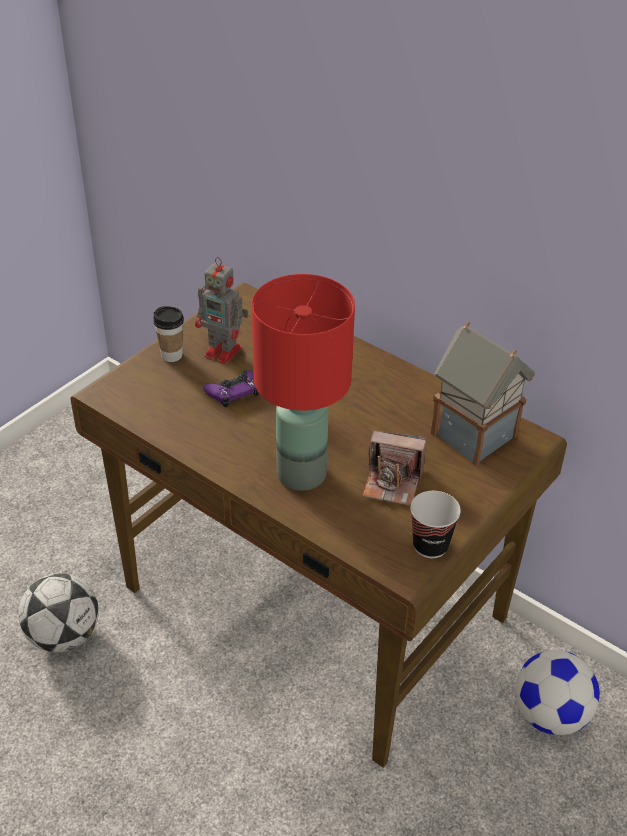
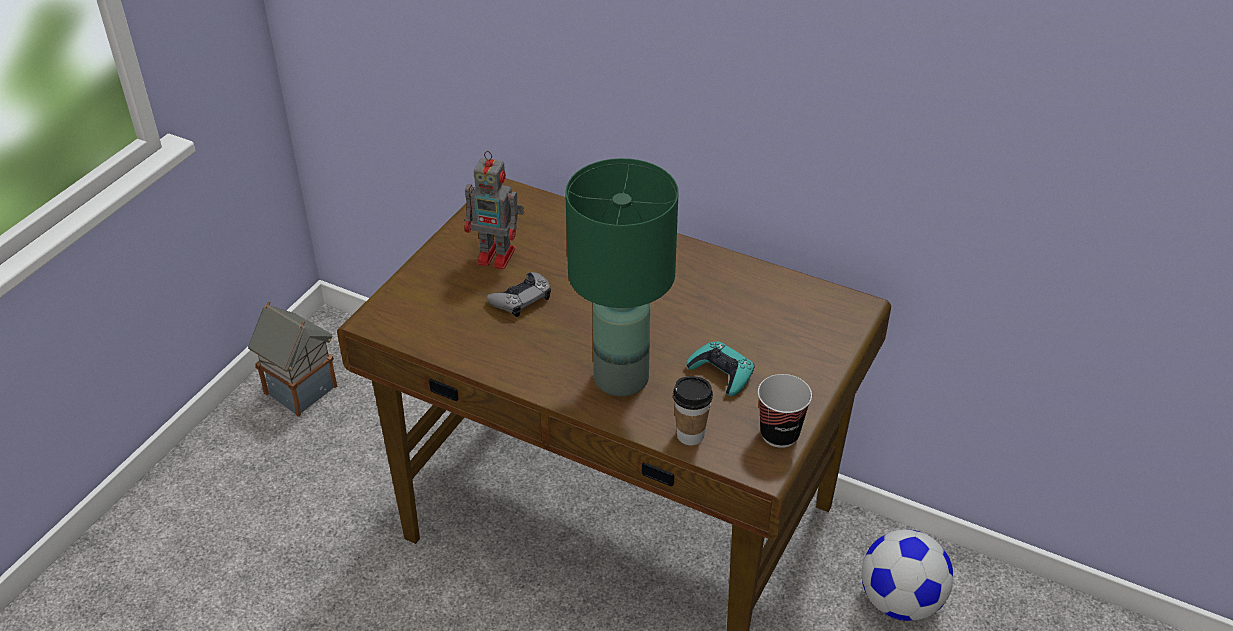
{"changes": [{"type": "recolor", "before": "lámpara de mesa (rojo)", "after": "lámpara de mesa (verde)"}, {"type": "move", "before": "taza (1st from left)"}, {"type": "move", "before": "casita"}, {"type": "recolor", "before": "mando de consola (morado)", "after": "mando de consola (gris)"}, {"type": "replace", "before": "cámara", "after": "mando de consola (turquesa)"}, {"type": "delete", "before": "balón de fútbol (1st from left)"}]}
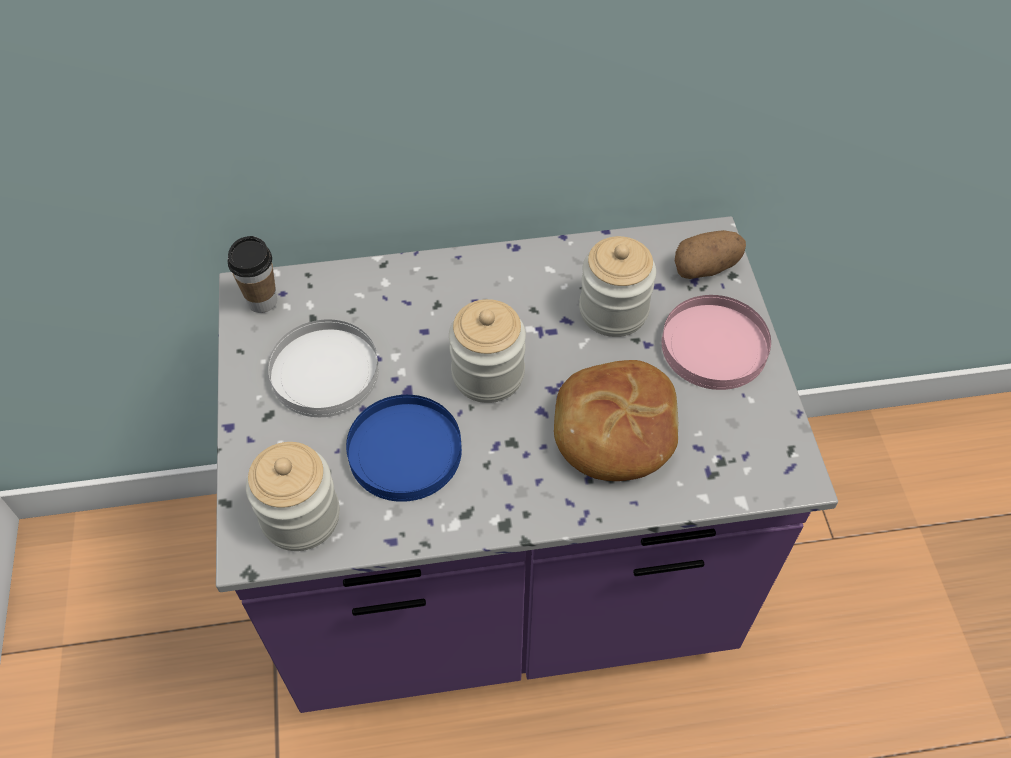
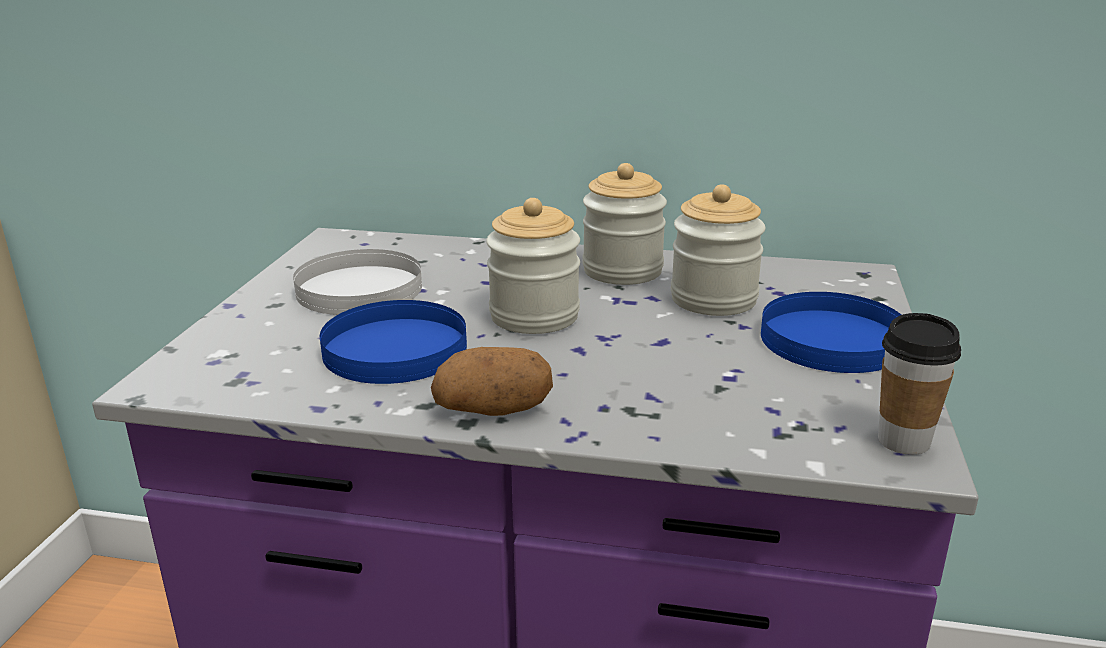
{"changes": [{"type": "move", "before": "patata"}, {"type": "move", "before": "taza"}, {"type": "recolor", "before": "plato (rosa)", "after": "plato (azul) (2nd from left)"}, {"type": "delete", "before": "pan"}, {"type": "move", "before": "tarro (1st from left in the first image)", "after": "tarro (2nd from left)"}]}
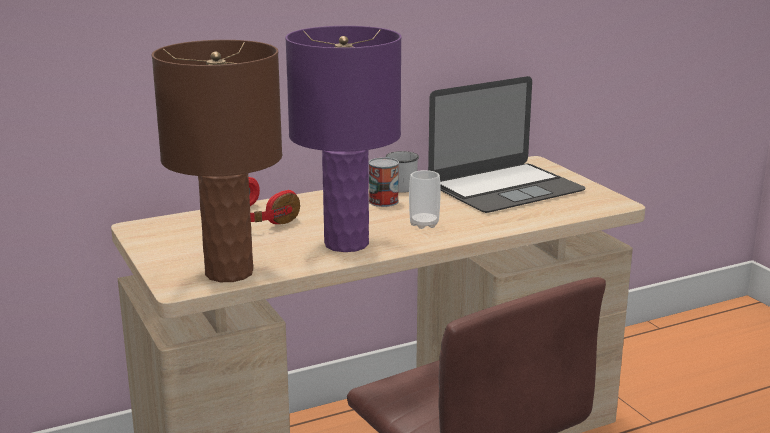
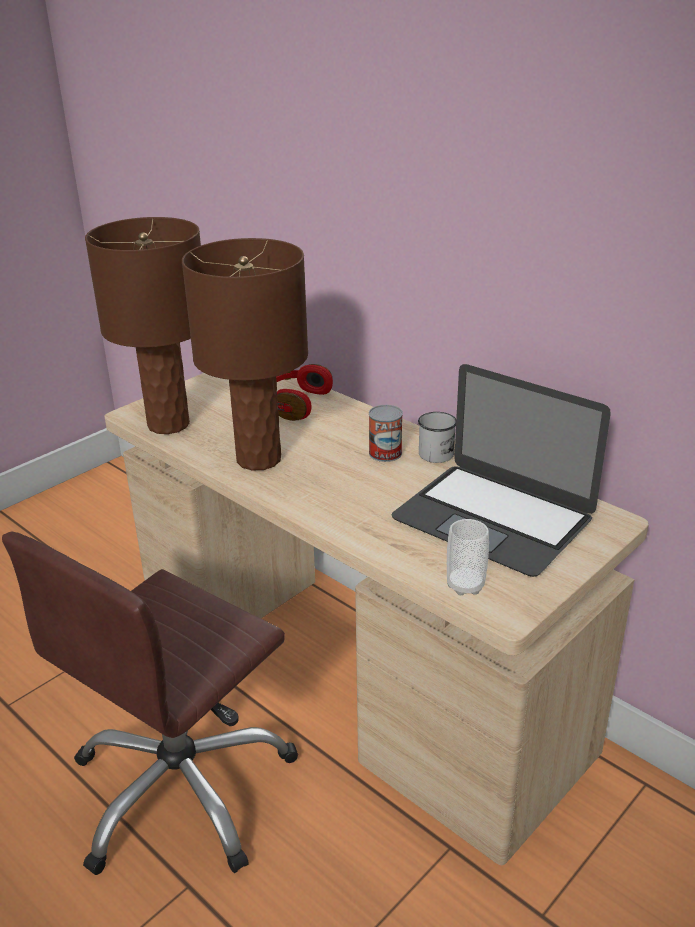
{"changes": [{"type": "recolor", "before": "lámpara de mesa (morado)", "after": "lámpara de mesa (marrón) (2nd from left)"}, {"type": "move", "before": "taza"}]}
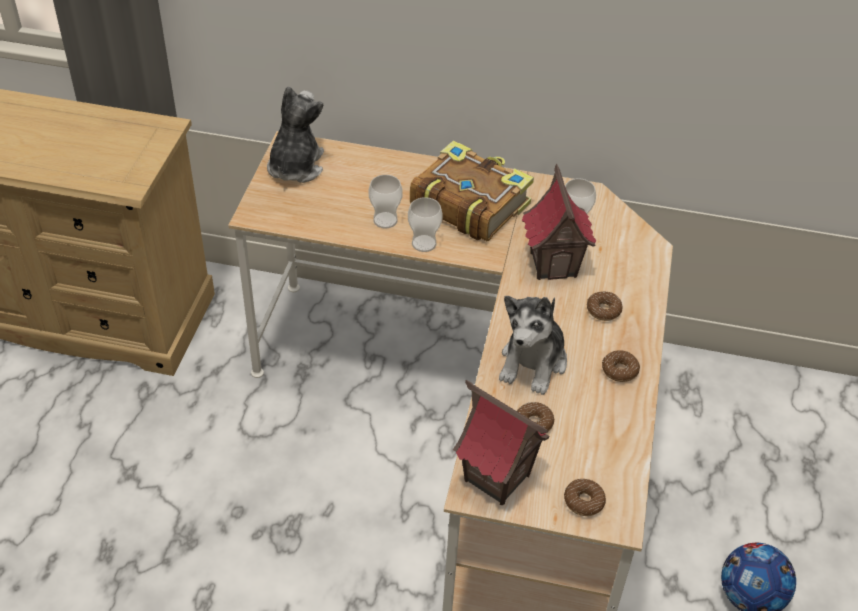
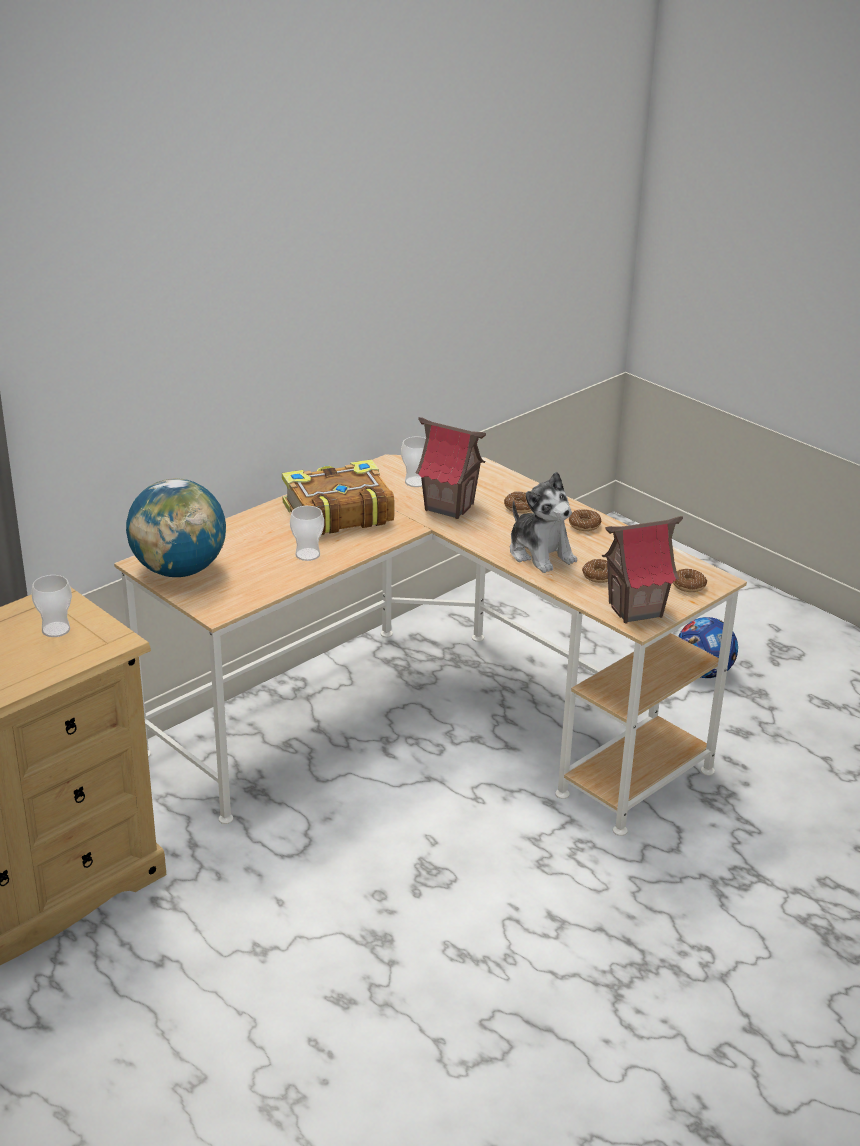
{"changes": [{"type": "replace", "before": "peluche (1st from left)", "after": "globo terráqueo"}, {"type": "move", "before": "taza (2nd from left in the first image)", "after": "taza (1st from left)"}]}
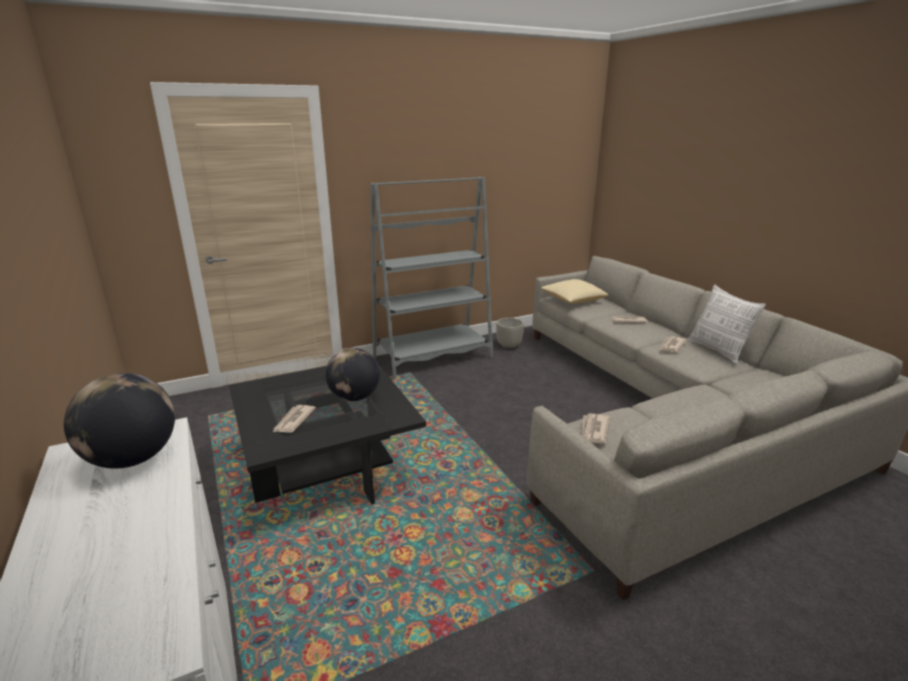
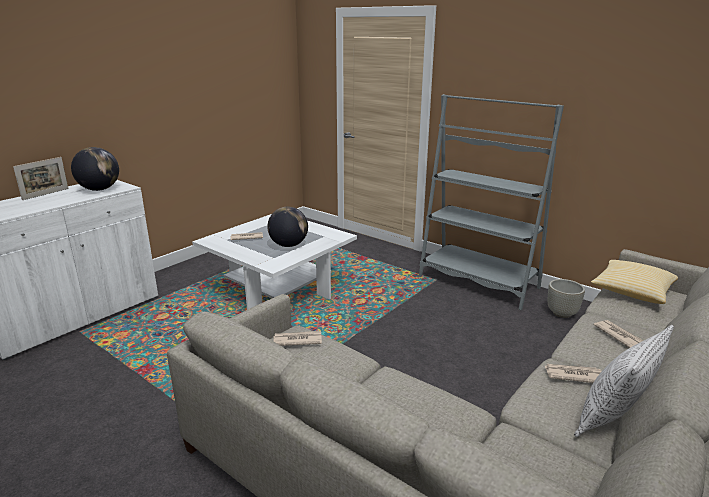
{"changes": [{"type": "recolor", "before": "mesa de centro (negro)", "after": "mesa de centro (blanco)"}, {"type": "insert", "after": "portarretratos"}]}
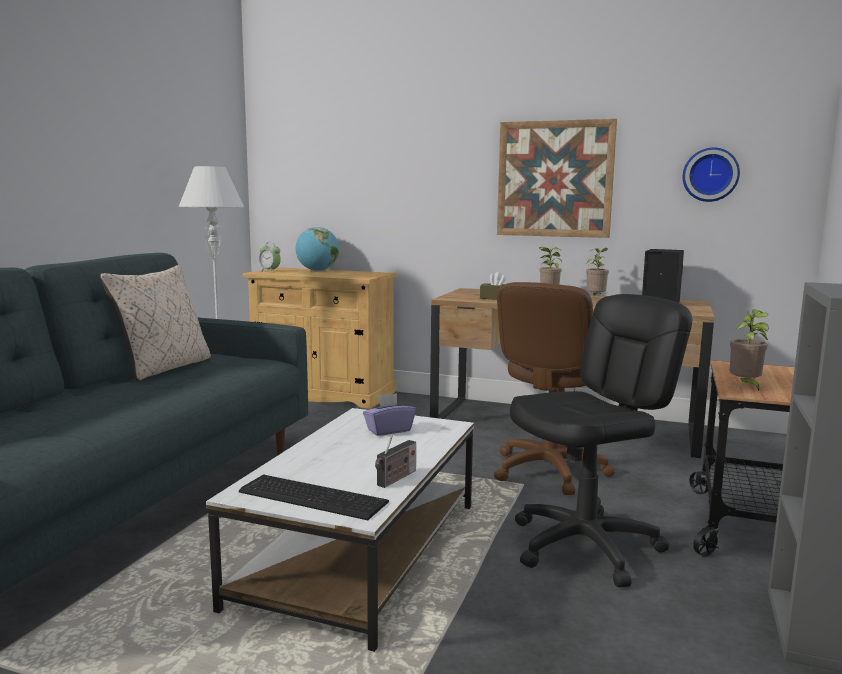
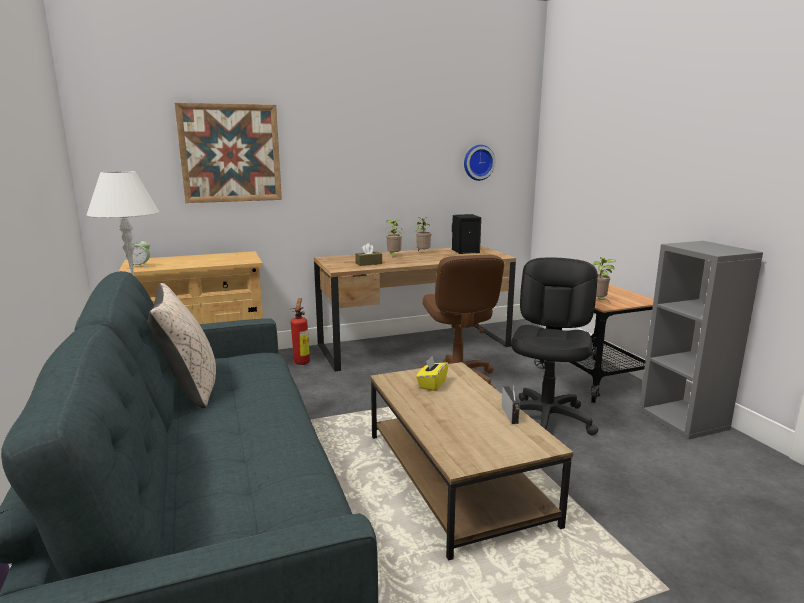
{"changes": [{"type": "move", "before": "cuadro"}, {"type": "delete", "before": "globo terráqueo"}, {"type": "recolor", "before": "caja de pañuelos (morado)", "after": "caja de pañuelos (amarillo)"}, {"type": "recolor", "before": "mesa de centro (blanco)", "after": "mesa de centro (marrón)"}, {"type": "delete", "before": "teclado"}, {"type": "insert", "after": "extintor"}]}
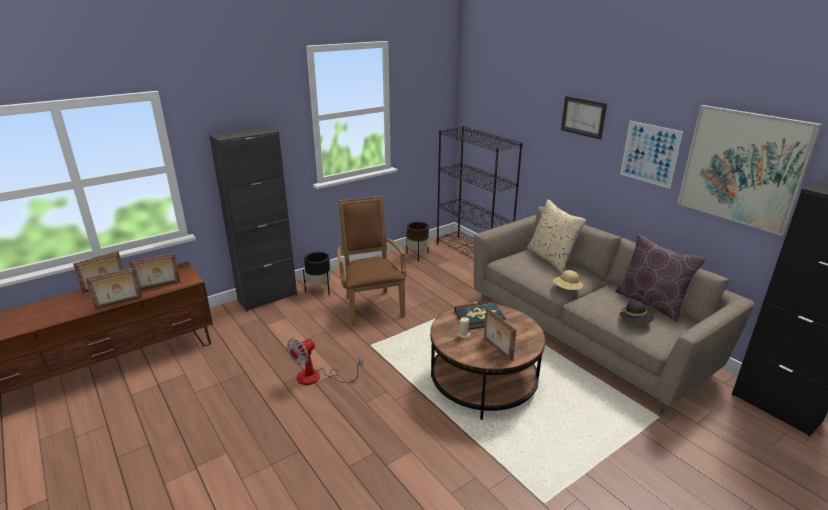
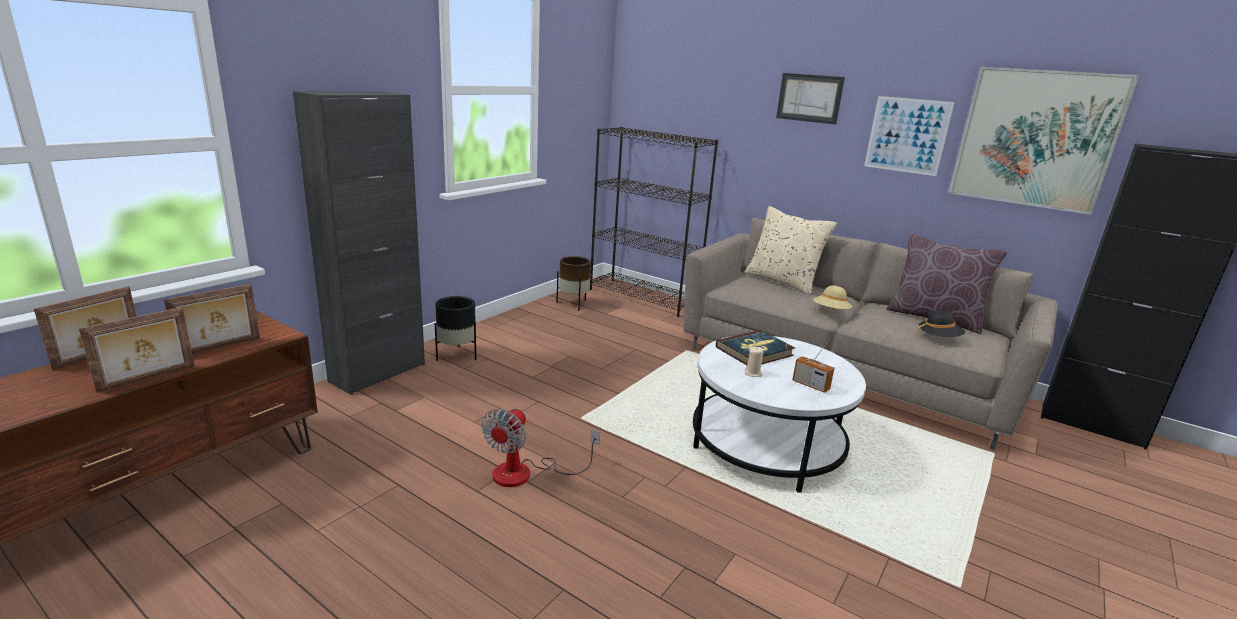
{"changes": [{"type": "delete", "before": "sillón (marrón)"}, {"type": "recolor", "before": "mesa de centro (marrón)", "after": "mesa de centro (blanco)"}, {"type": "replace", "before": "portarretratos (4th from left)", "after": "radio"}]}
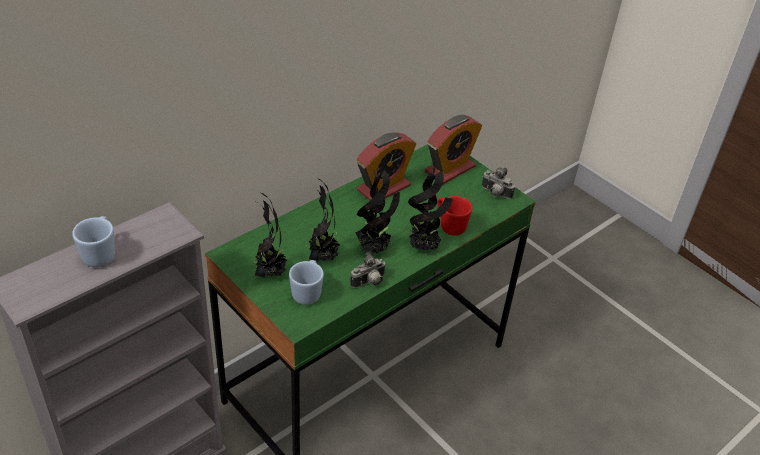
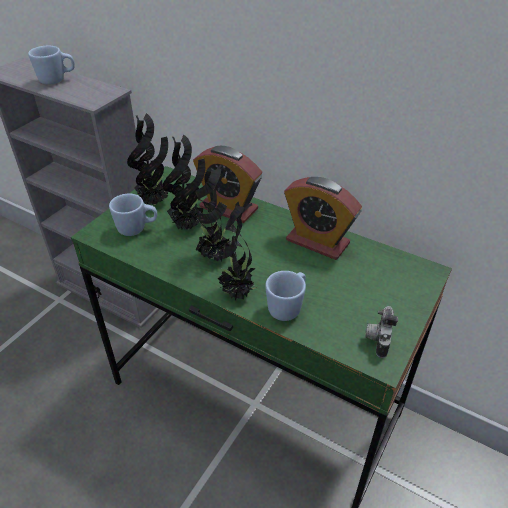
{"changes": [{"type": "move", "before": "despertador (2nd from left in the first image)", "after": "despertador (1st from left)"}, {"type": "recolor", "before": "taza grande (rojo)", "after": "taza grande (azul) (3rd from left)"}, {"type": "delete", "before": "cámara (1st from left)"}]}
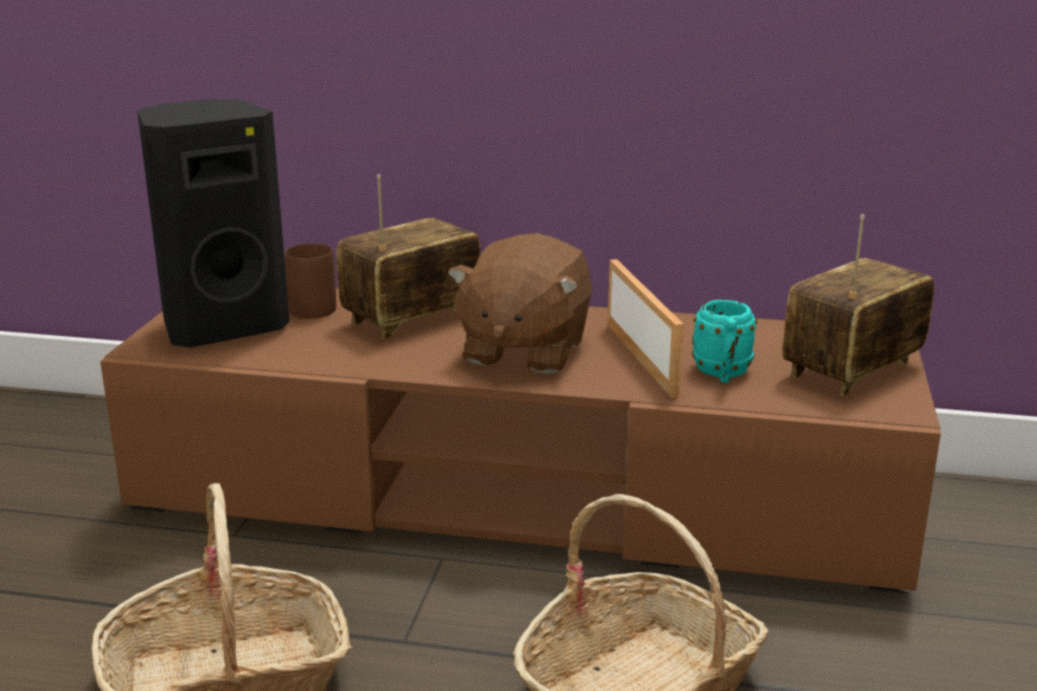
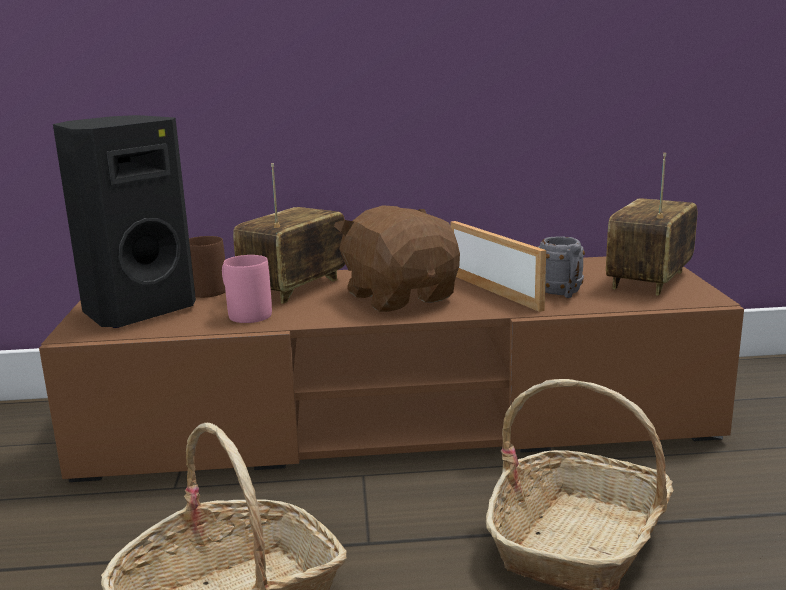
{"changes": [{"type": "rotate", "before": "peluche (marrón)", "turn": 150}, {"type": "recolor", "before": "taza grande (turquesa)", "after": "taza grande (gris)"}, {"type": "insert", "after": "taza grande (rosa)"}]}
